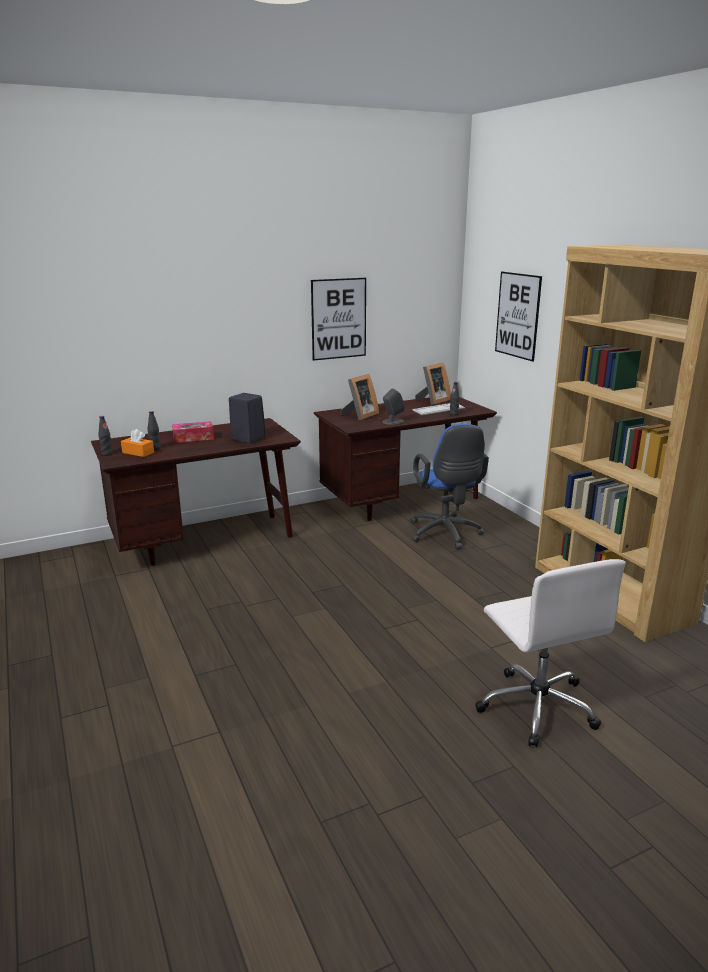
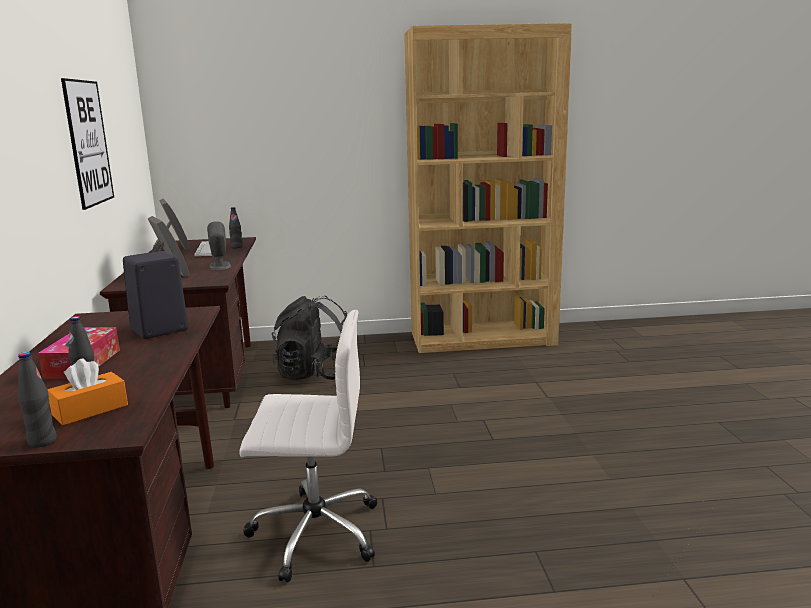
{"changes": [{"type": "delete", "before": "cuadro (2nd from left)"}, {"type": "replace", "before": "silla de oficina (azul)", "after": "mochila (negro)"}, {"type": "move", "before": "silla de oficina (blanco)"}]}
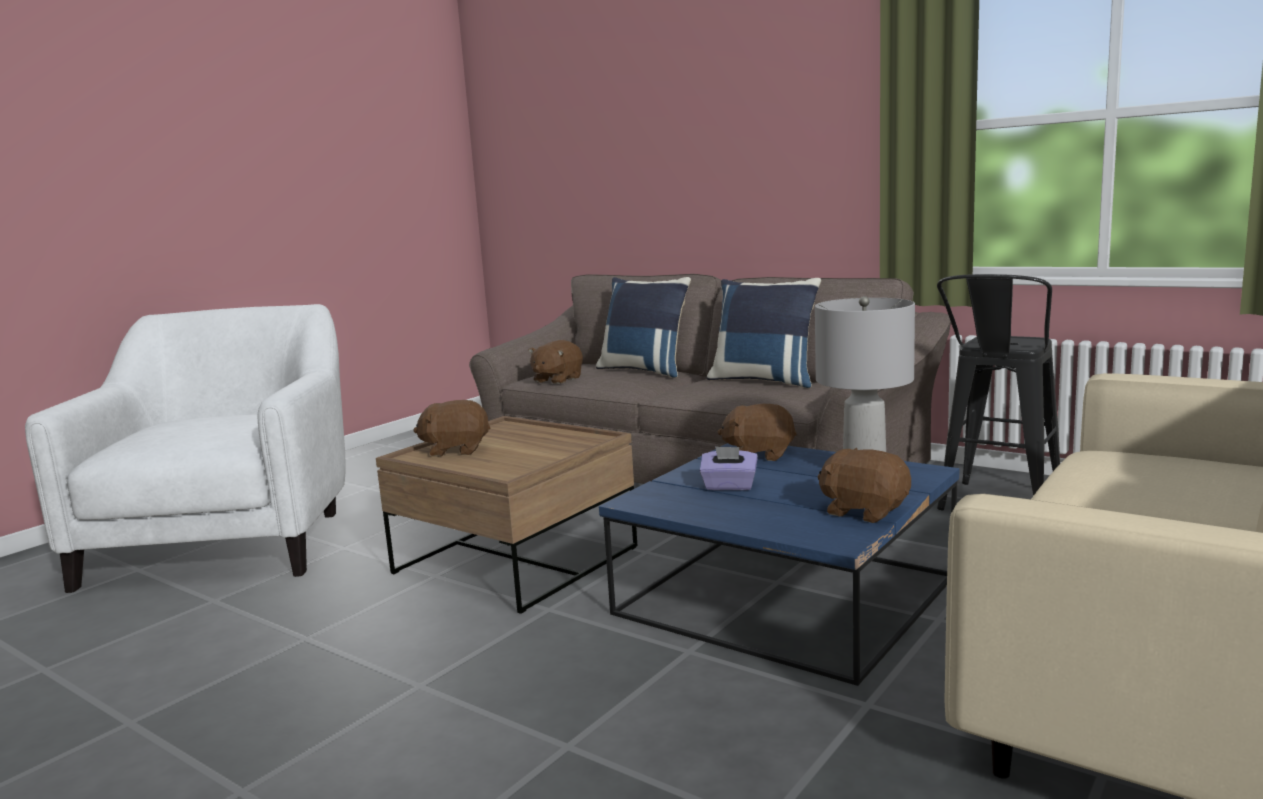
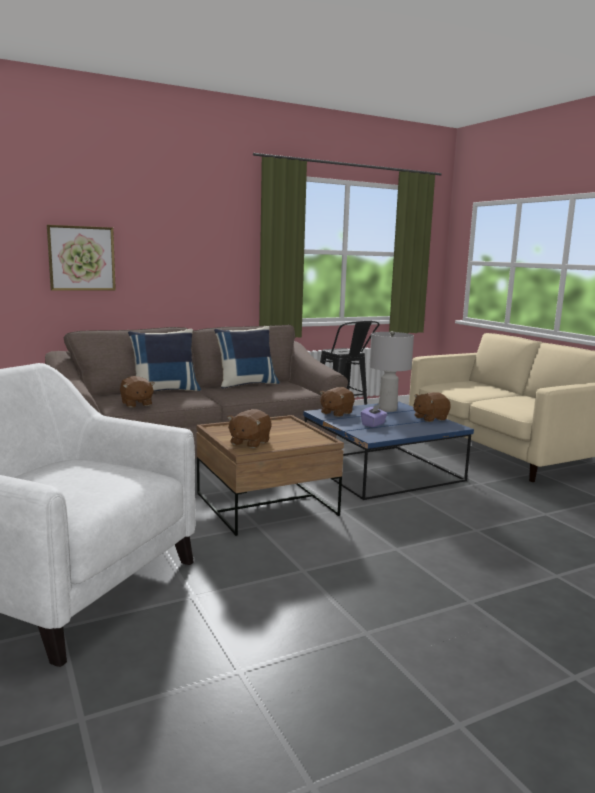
{"changes": [{"type": "insert", "after": "cuadro"}]}
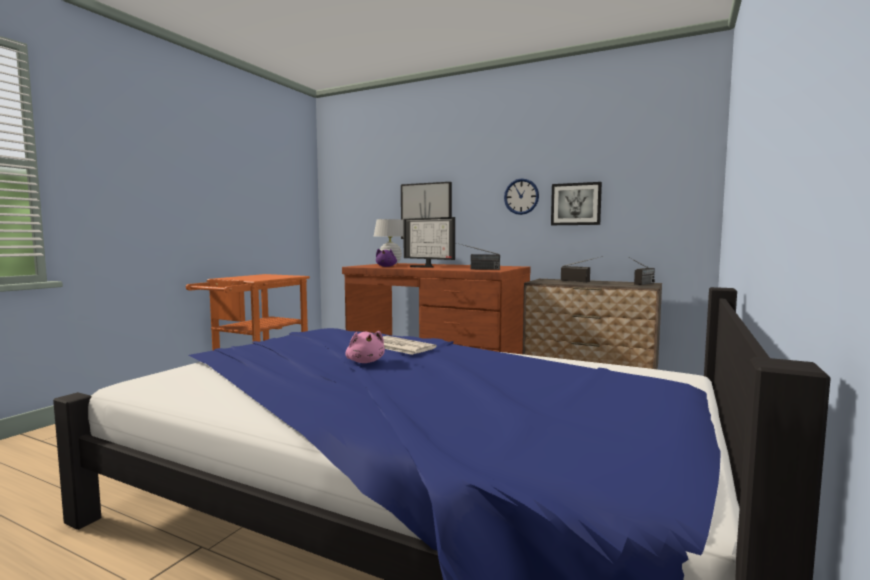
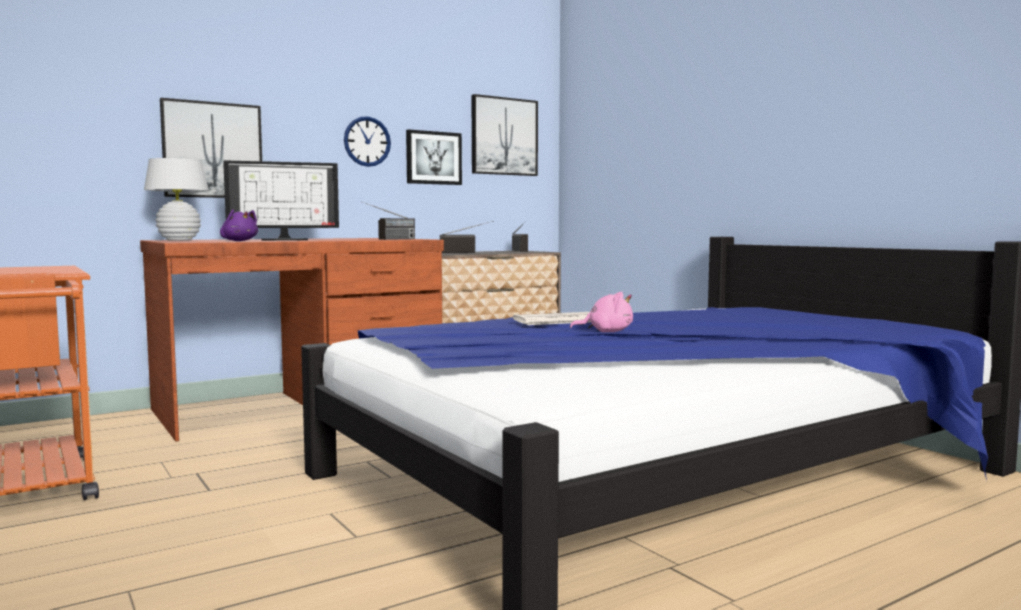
{"changes": [{"type": "insert", "after": "cuadro (3rd from left)"}]}
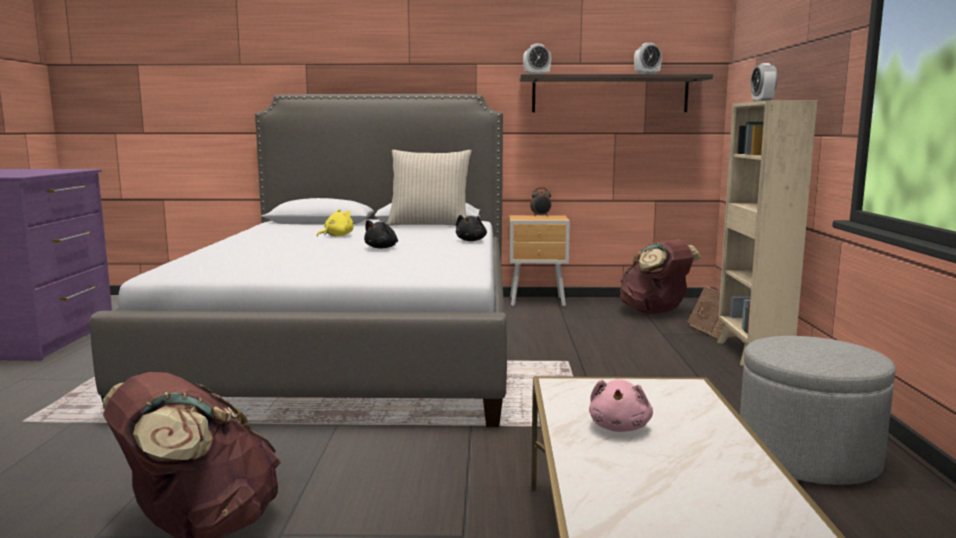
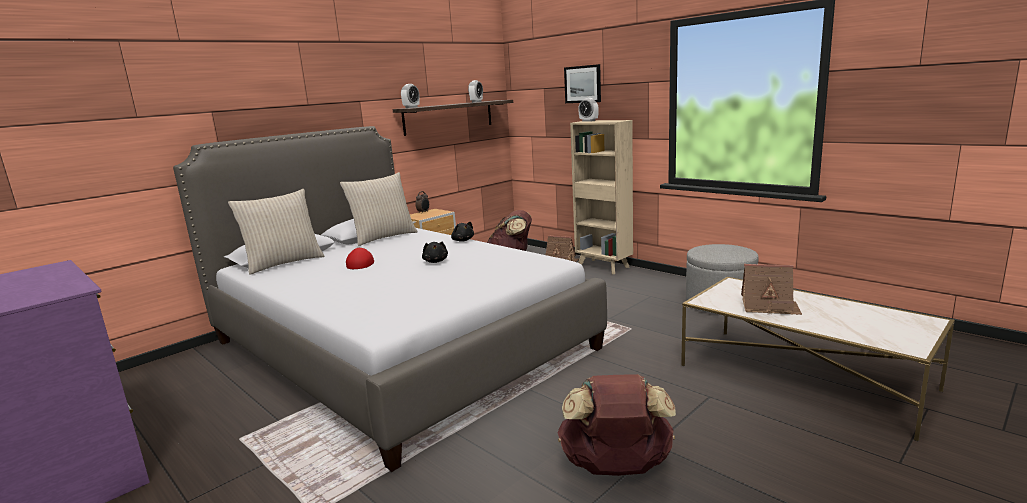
{"changes": [{"type": "replace", "before": "peluche (amarillo)", "after": "gorra (rojo)"}, {"type": "replace", "before": "peluche (rosa)", "after": "casita (2nd from left)"}, {"type": "insert", "after": "cuadro"}, {"type": "insert", "after": "cojín (beis) (1st from left)"}]}
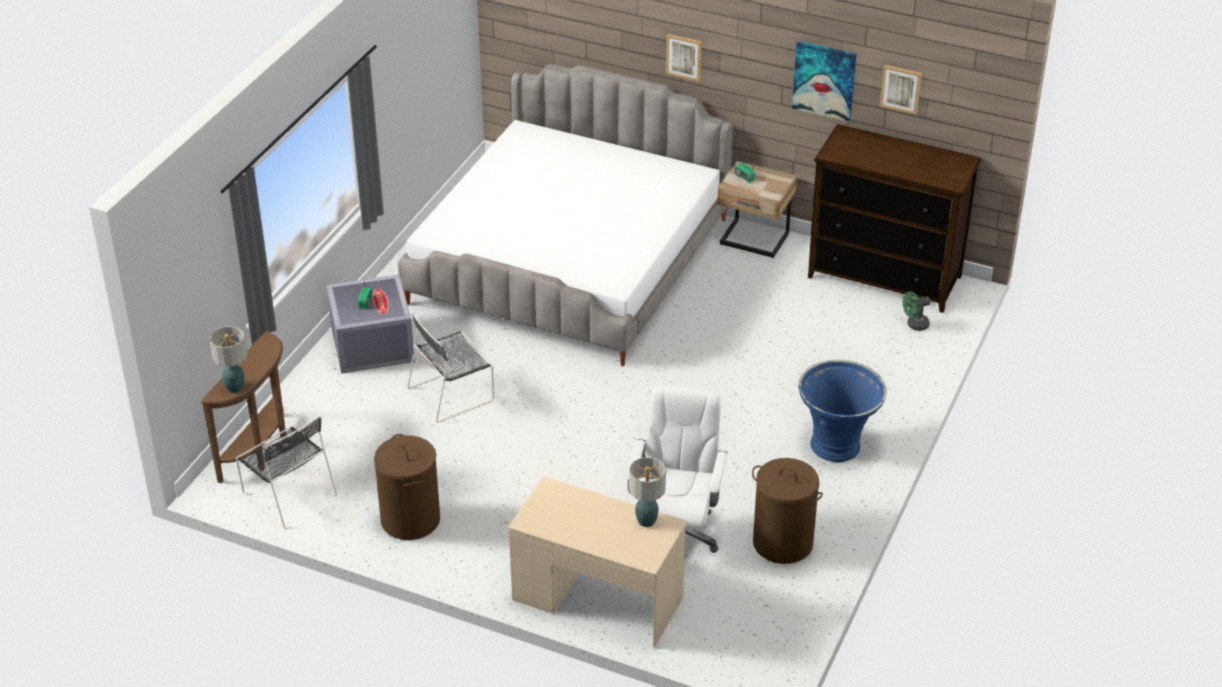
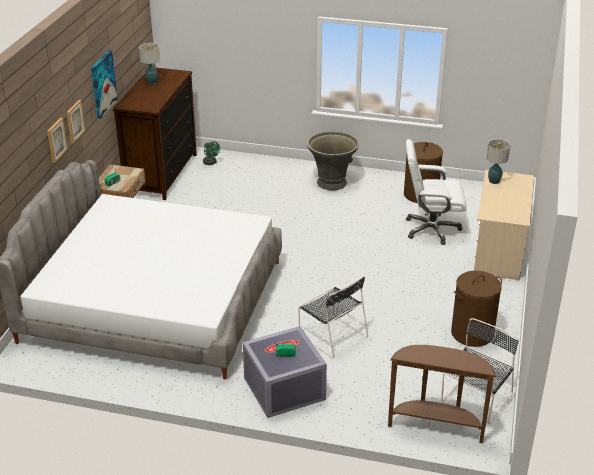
{"changes": [{"type": "move", "before": "cuadro (3rd from left in the first image)", "after": "cuadro (2nd from left)"}, {"type": "move", "before": "lámpara de mesa (1st from left)"}, {"type": "recolor", "before": "maceta (azul)", "after": "maceta (gris)"}]}
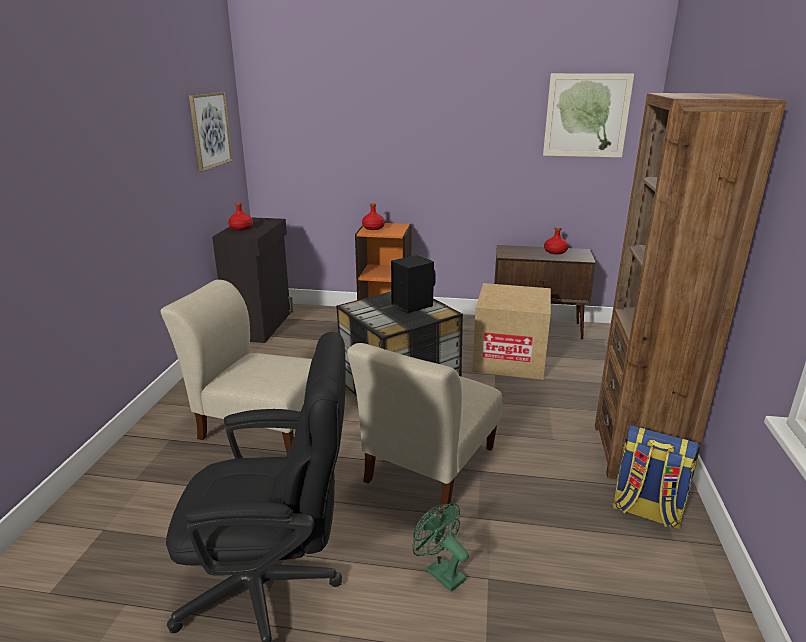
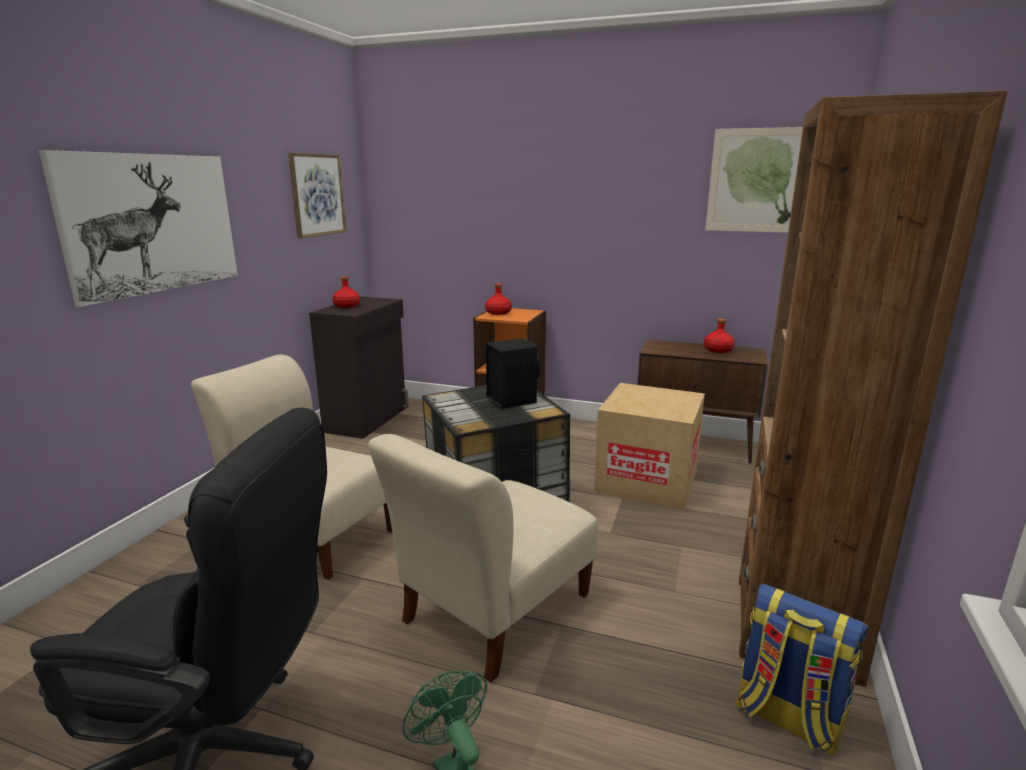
{"changes": [{"type": "insert", "after": "cuadro (1st from left)"}]}
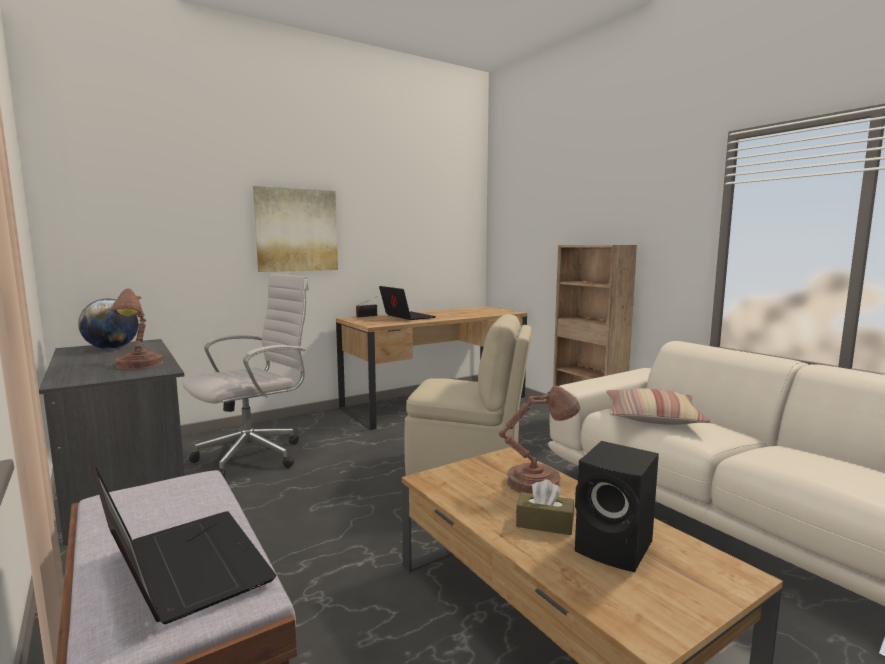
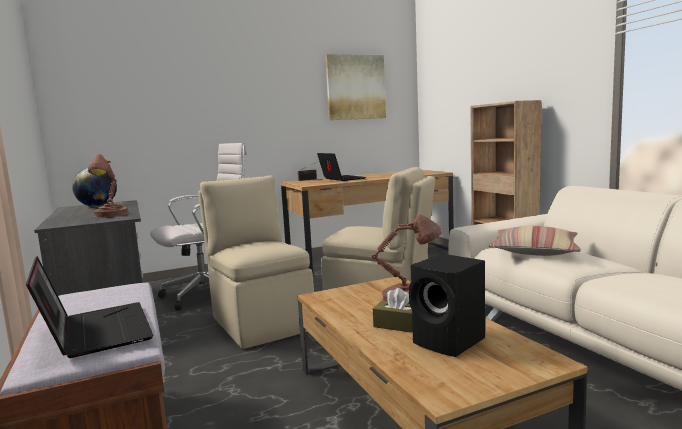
{"changes": [{"type": "move", "before": "cuadro"}, {"type": "insert", "after": "silla (beis) (1st from left)"}]}
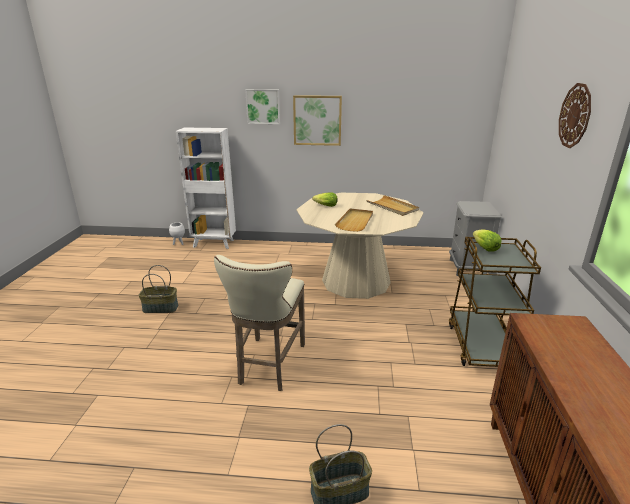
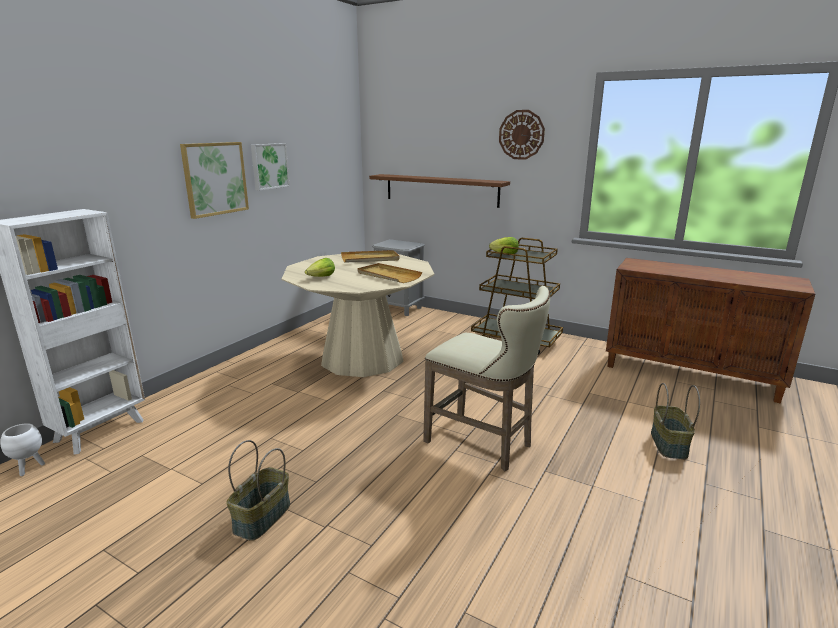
{"changes": [{"type": "move", "before": "cuadro (1st from left in the first image)", "after": "cuadro (2nd from left)"}, {"type": "insert", "after": "estante (marrón)"}]}
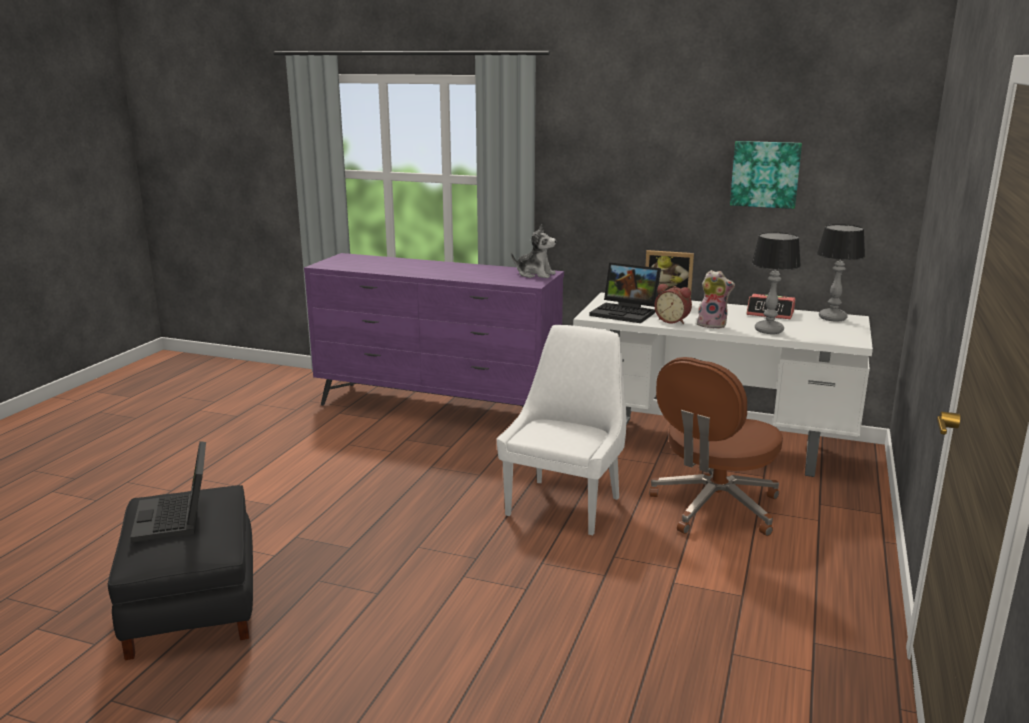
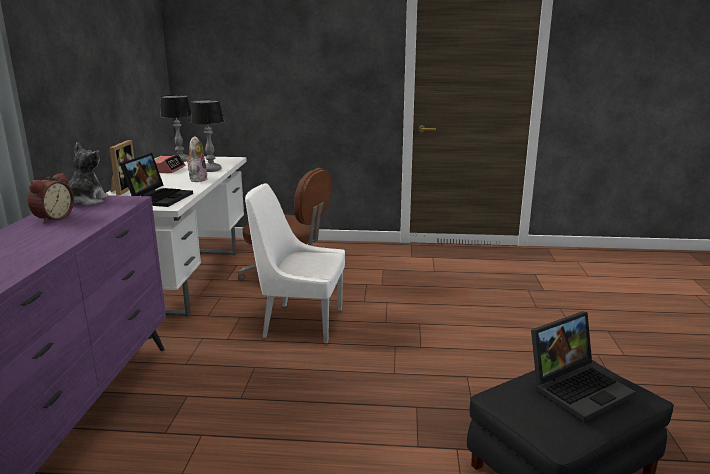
{"changes": [{"type": "delete", "before": "cuadro"}, {"type": "move", "before": "despertador (1st from left)"}]}
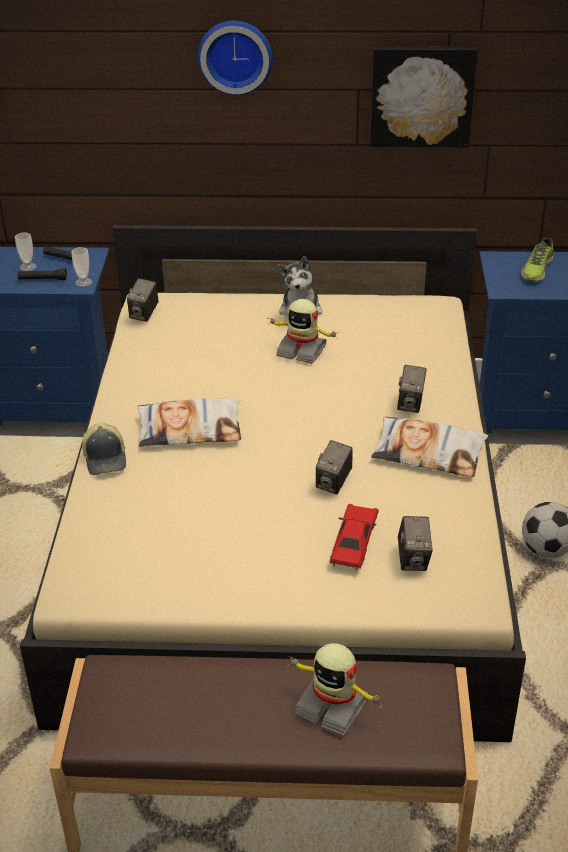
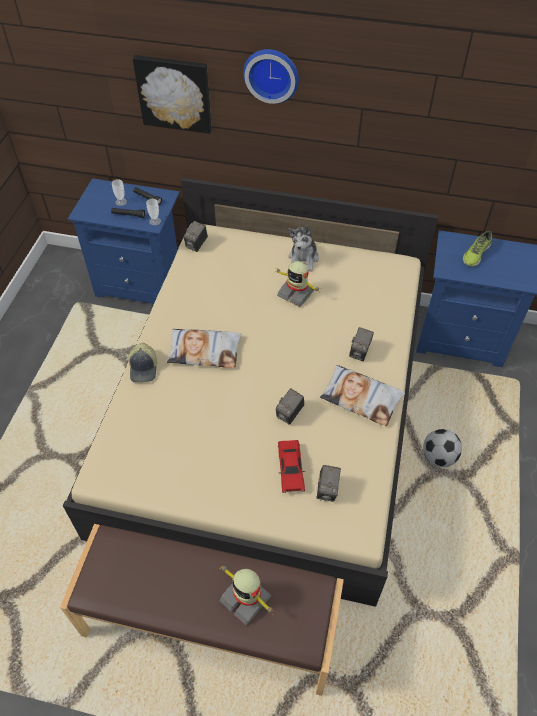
{"changes": [{"type": "move", "before": "cuadro"}, {"type": "rotate", "before": "coche de juguete (rojo)", "turn": 150}]}
